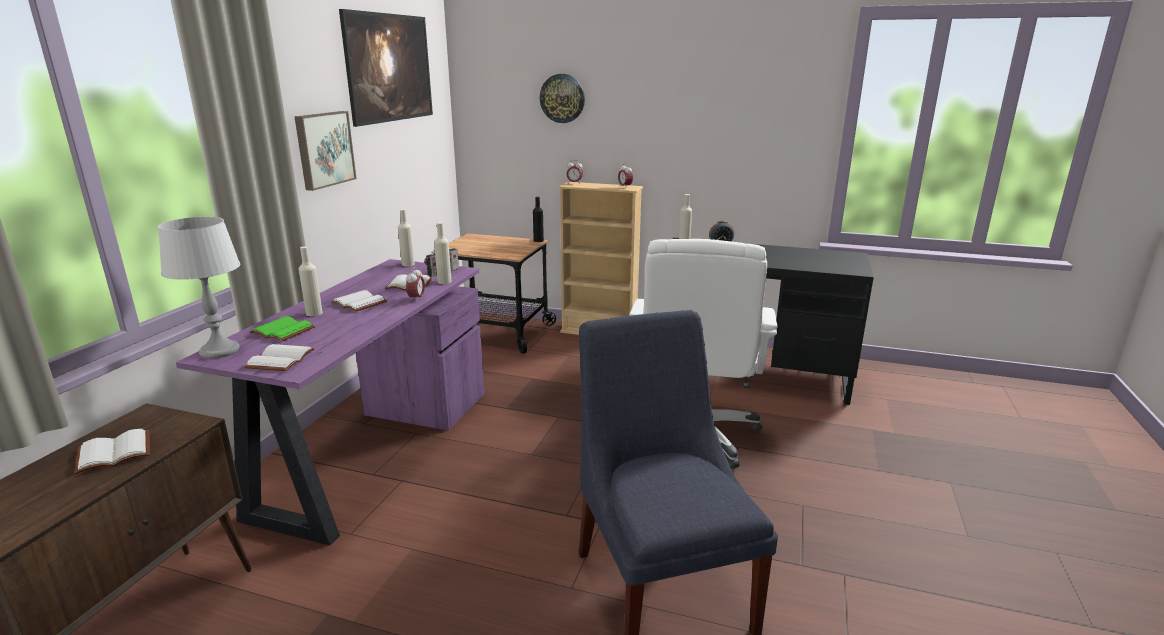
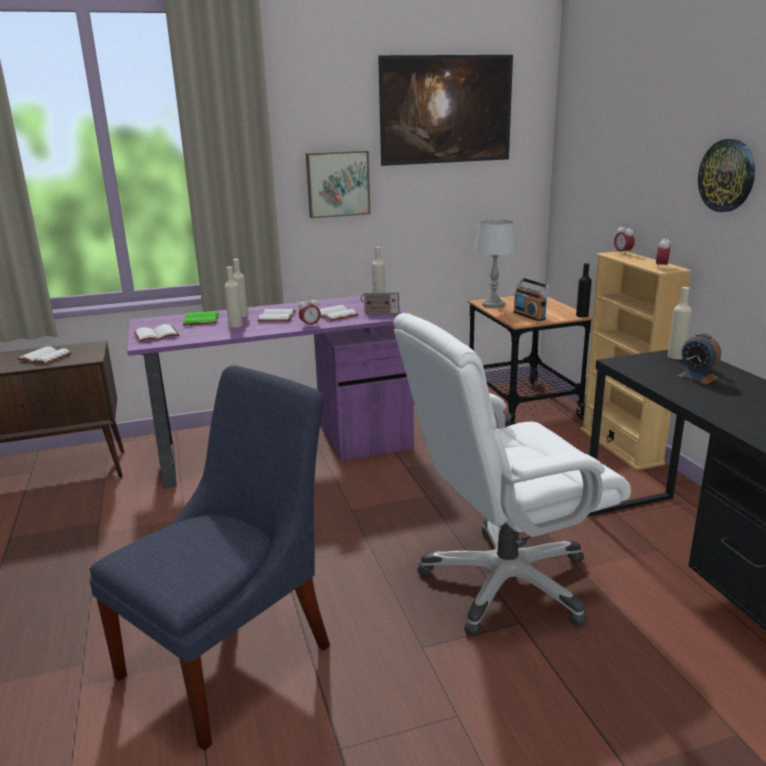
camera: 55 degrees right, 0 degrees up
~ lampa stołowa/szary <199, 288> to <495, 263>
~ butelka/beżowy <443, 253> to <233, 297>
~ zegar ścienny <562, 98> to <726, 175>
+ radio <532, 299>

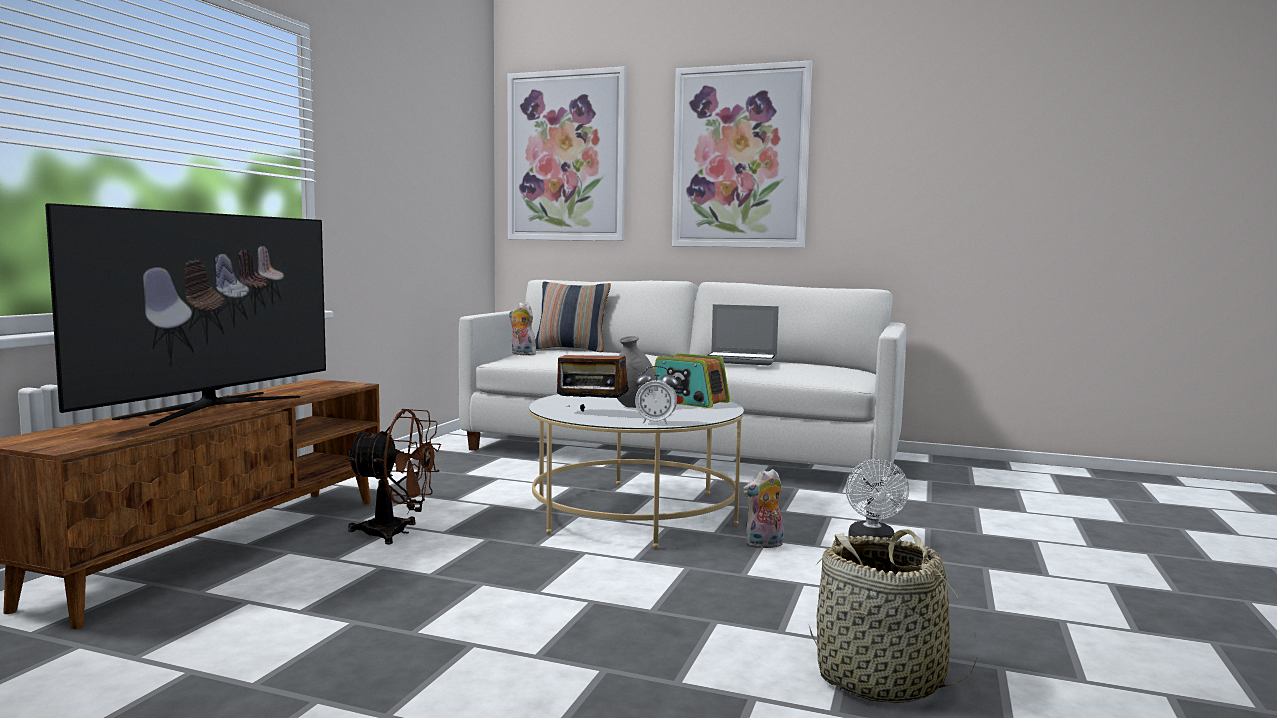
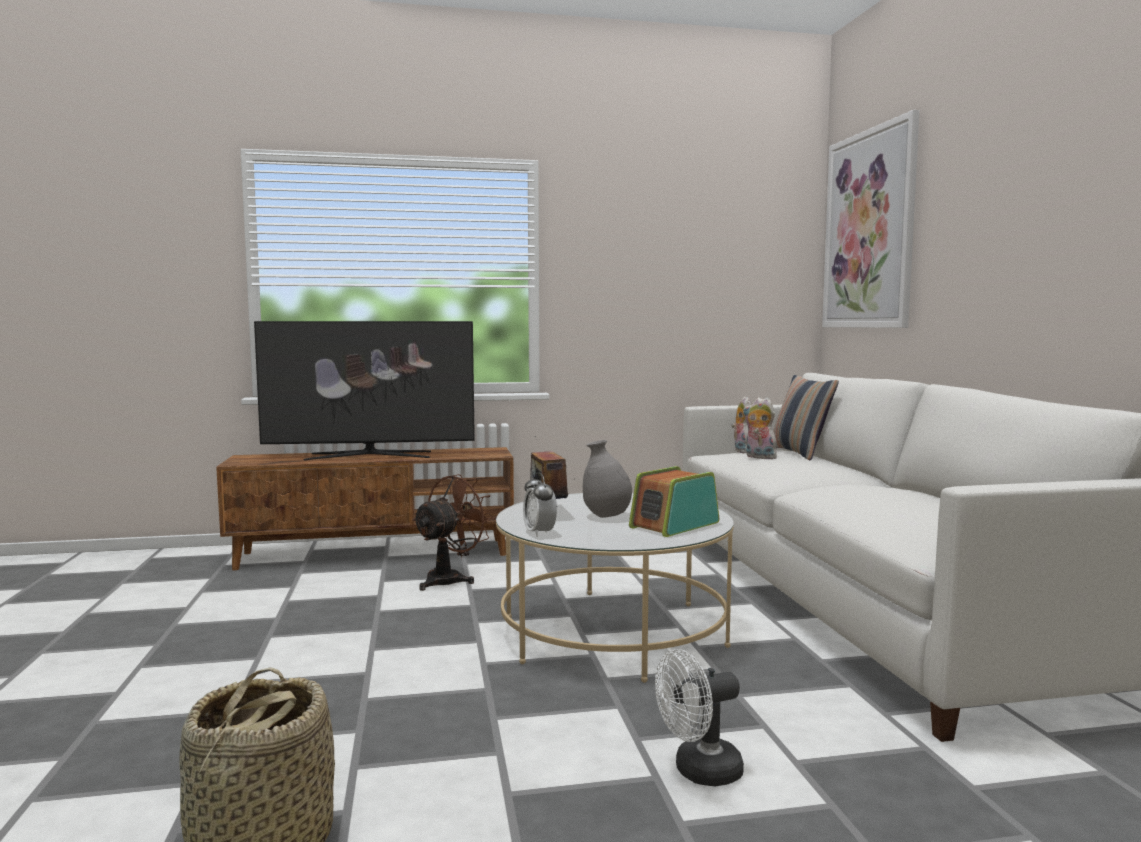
camera: 60 degrees right, 0 degrees up
~ wentylator/brązowy <393, 477> = <453, 532> 120 degrees counterclockwise
~ radio <692, 380> = <674, 501> 45 degrees clockwise
- obraz <742, 154>
- laptop <742, 334>
~ pluszak <763, 509> to <760, 428>

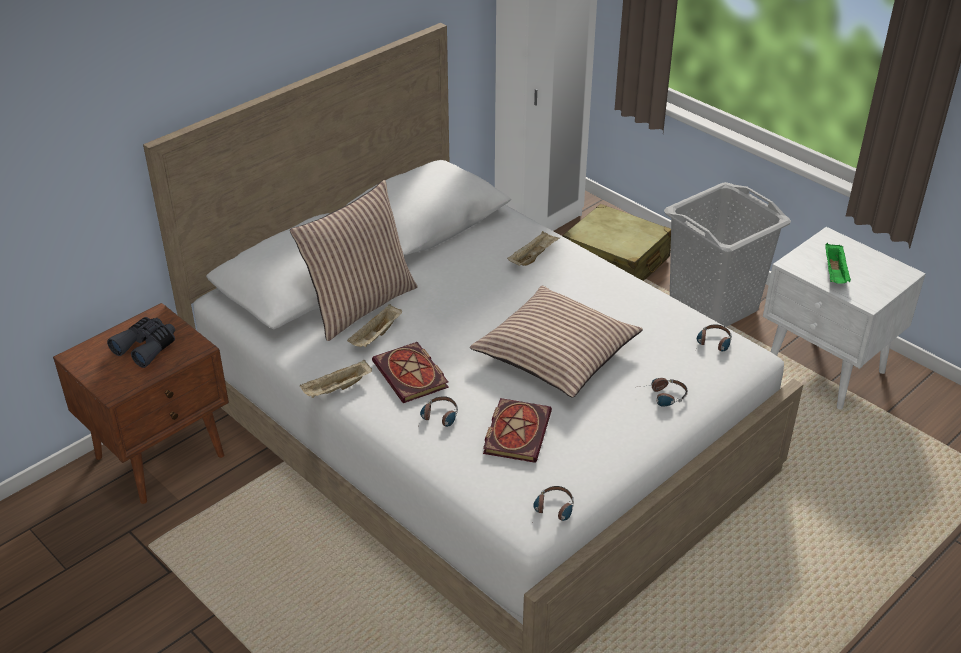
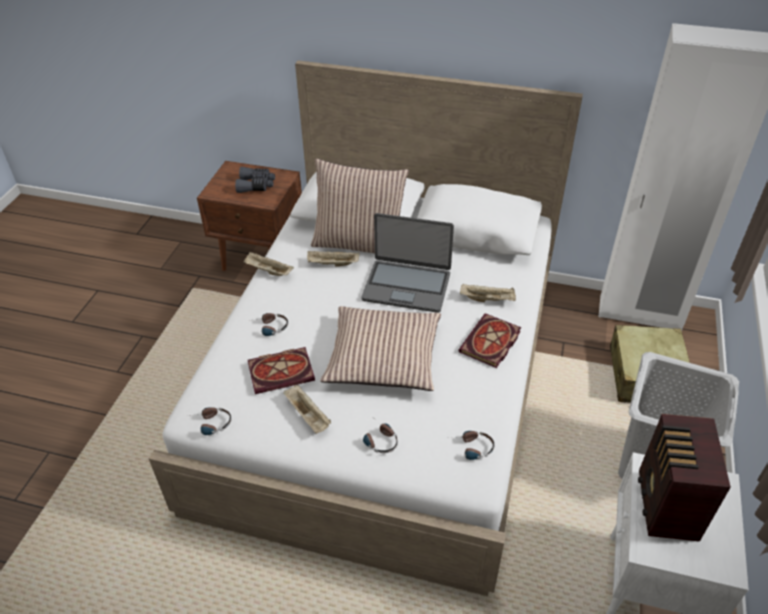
camera: 60 degrees right, 5 degrees up
~ książka <410, 372> to <490, 340>
~ taca/zielony <838, 263> to radio <684, 478>
+ taca/beżowy <307, 409>
+ laptop <407, 263>

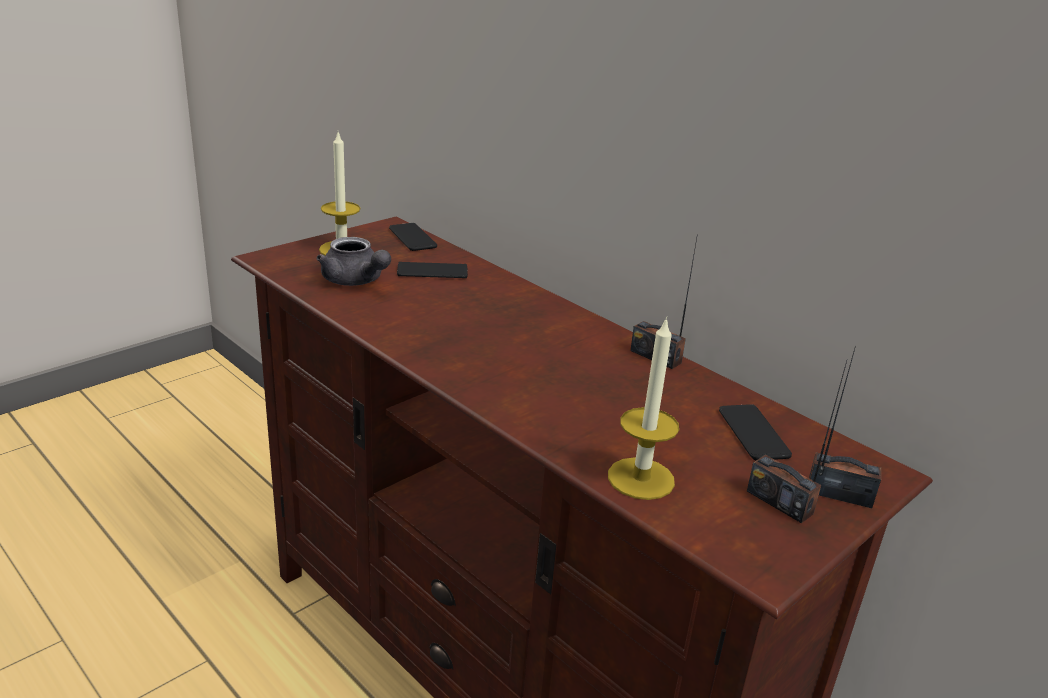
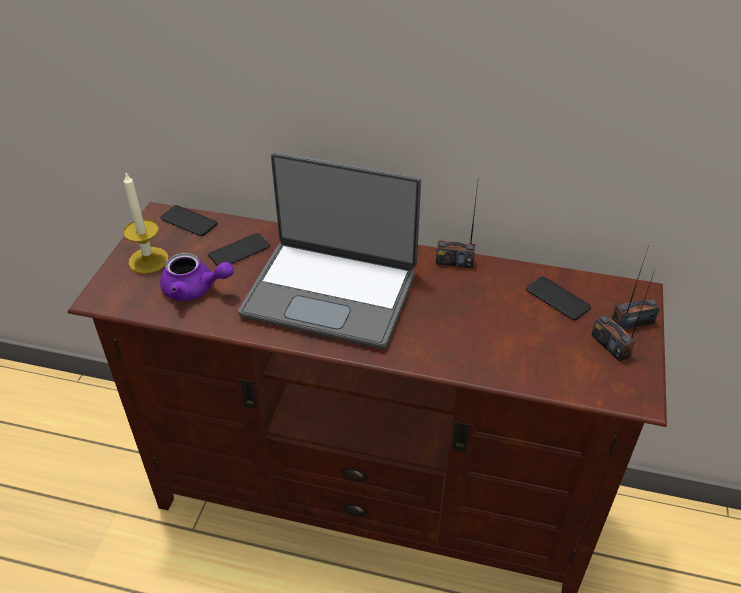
camera: 30 degrees left, 15 degrees up
~ imbryk/szary <353, 261> to imbryk/fioletowy <197, 277>
- świeca <643, 408>
~ radio <797, 442> = <623, 315> 45 degrees clockwise
+ laptop <329, 250>

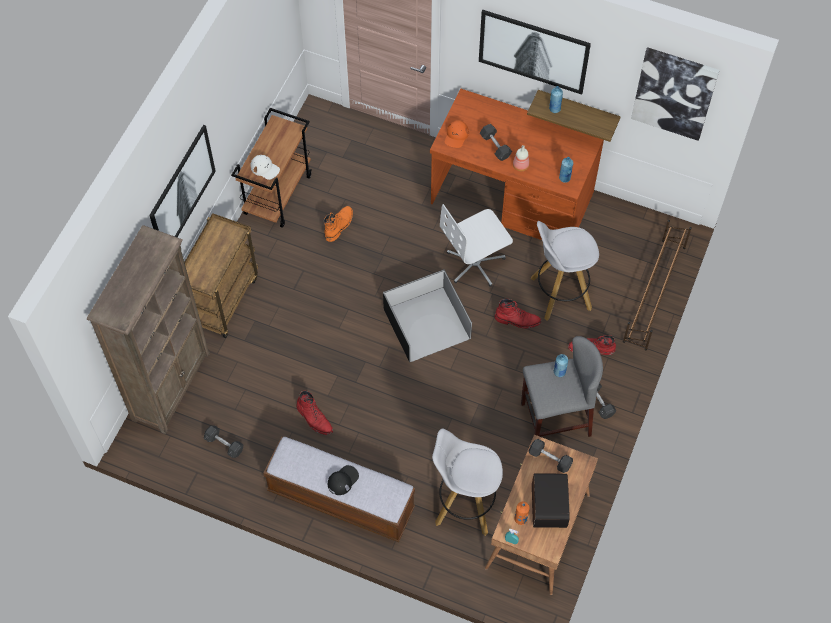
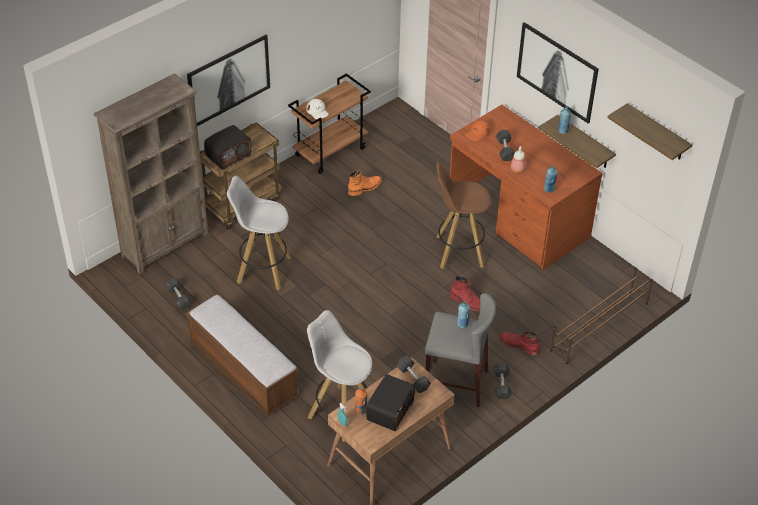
camera: 25 degrees right, 15 degrees down
- but z cholewką/czerwony <314, 413>
- czapka z daszkiem/czarny <343, 480>
- pojemnik do przechowywania/czarny <427, 315>
~ krzesło biurowe/biały <476, 245> to stołek/brązowy <463, 215>
~ stołek/biały <565, 271> to <259, 233>
~ obraz <675, 94> to półka <649, 131>
+ radio <228, 147>

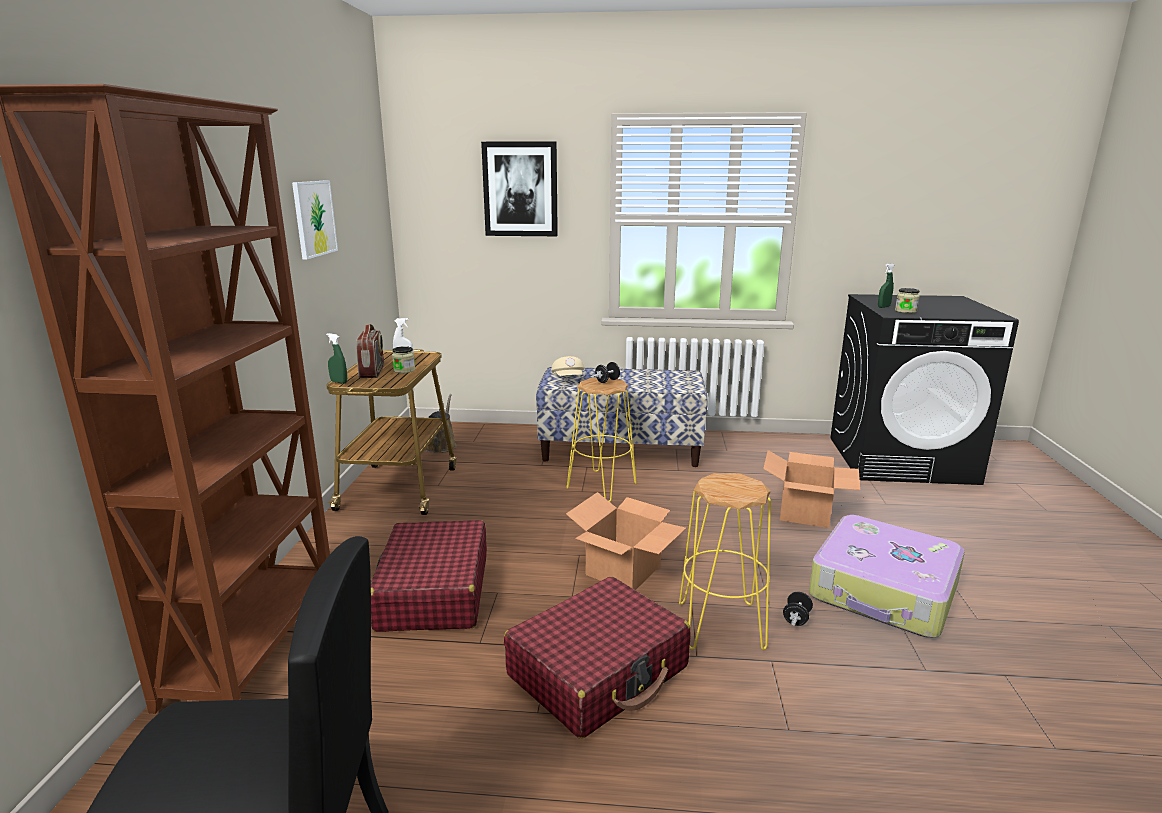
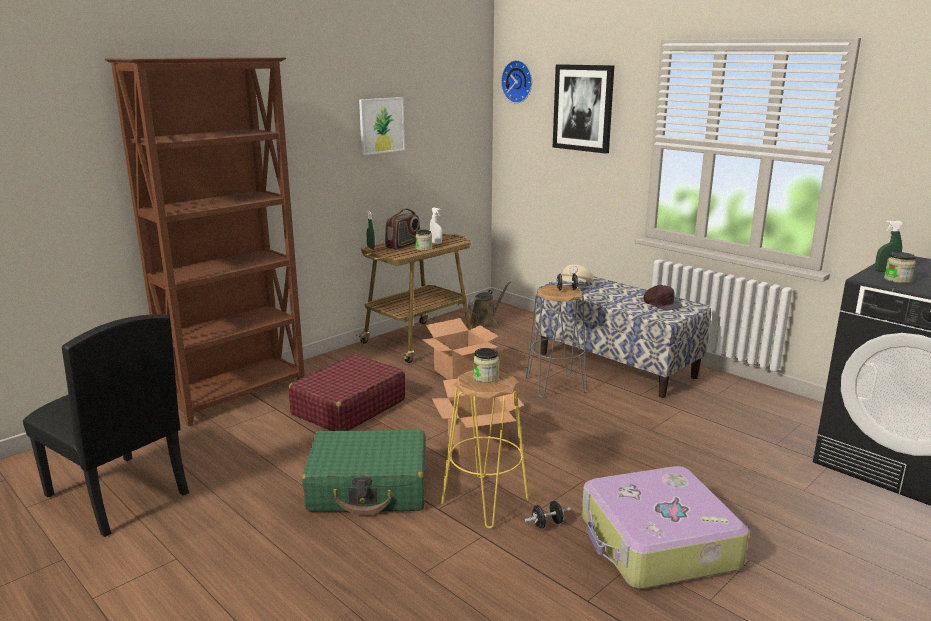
camera: 40 degrees right, 0 degrees up
~ walizka/czerwony <597, 658> to walizka/zielony <363, 473>
~ stołek/żółty <602, 440> to stołek/szary <556, 341>
~ karton <811, 489> to <460, 349>
+ słoik <486, 365>
+ zegar ścienny <516, 81>
+ czapka z daszkiem/brązowy <662, 297>

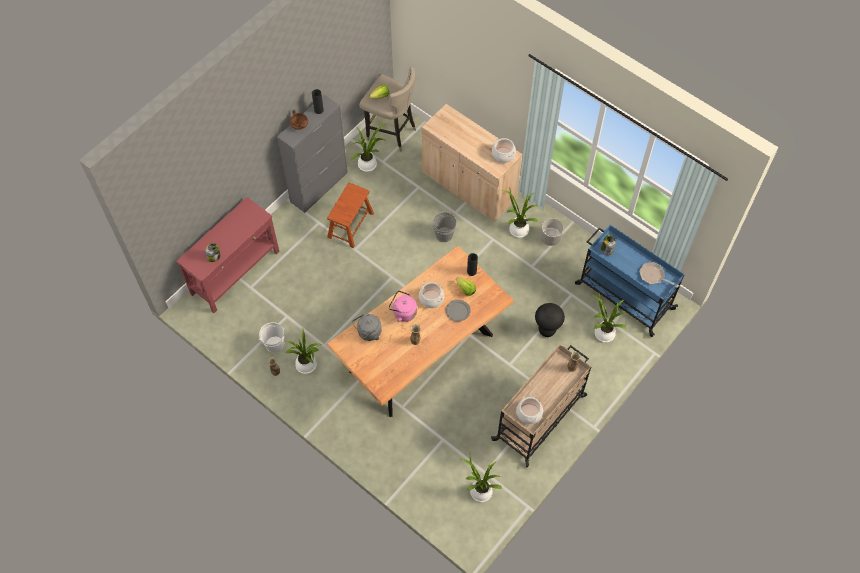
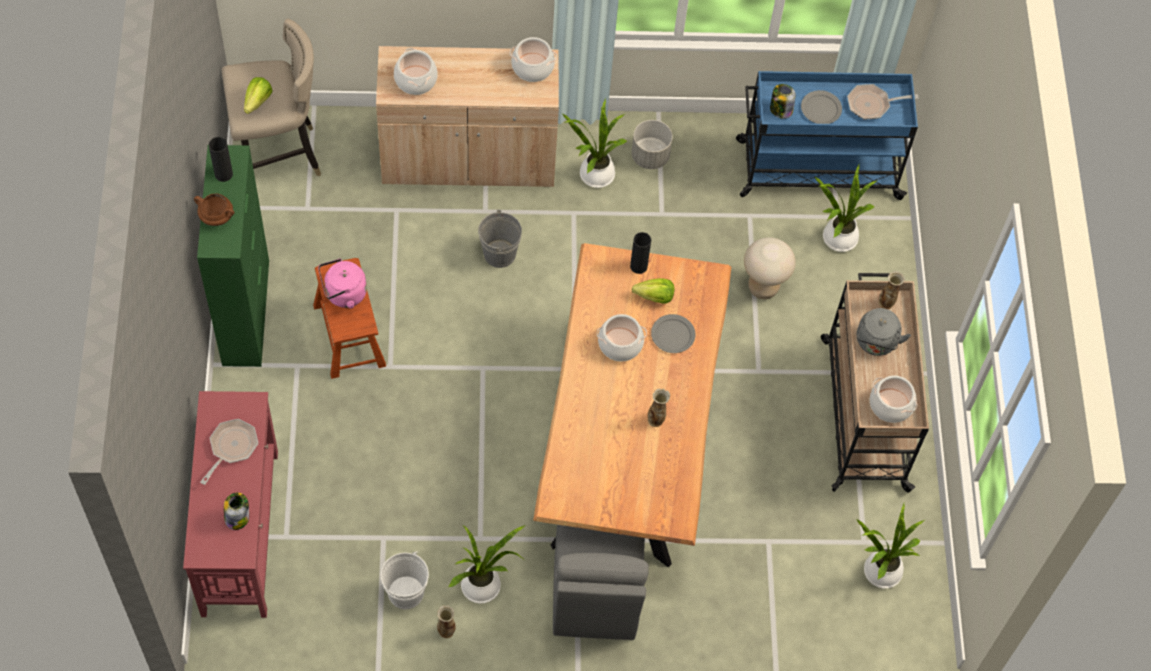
camera: 45 degrees left, 0 degrees up
~ szafka/szary <312, 154> to szafka/zielony <233, 256>
- roślina doniczkowa <368, 147>
~ czajnik/szary <367, 327> to <884, 332>
~ czajnik/różowy <403, 306> to <342, 284>
~ stołek/czarny <550, 320> to stołek/beżowy <770, 268>
+ patelnia <229, 452>
+ garnek <416, 71>
+ krzesło/szary <601, 582>
+ talerz/szary <821, 107>

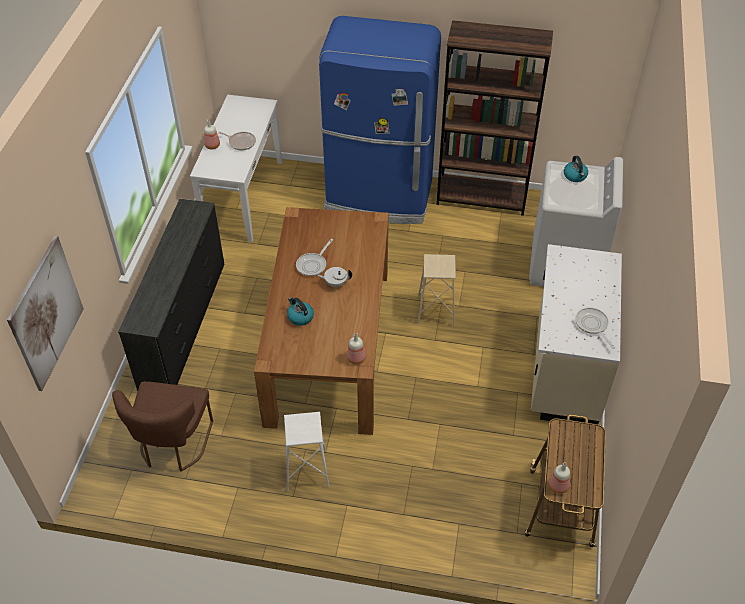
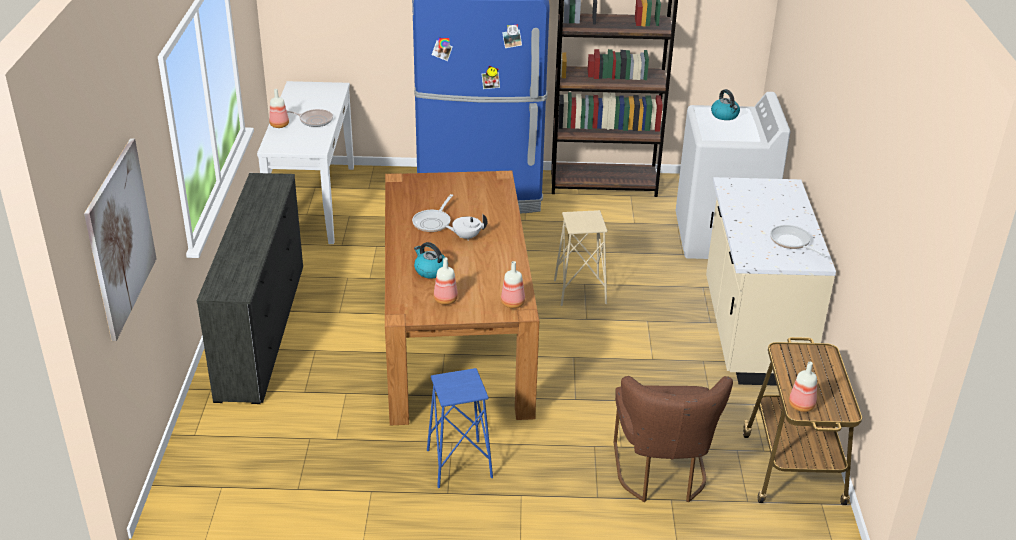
camera: 10 degrees left, 15 degrees down
~ krzesło/brązowy <162, 426> to <673, 439>
~ stołek/biały <306, 451> to stołek/niebieski <460, 428>
+ butelka <446, 281>

